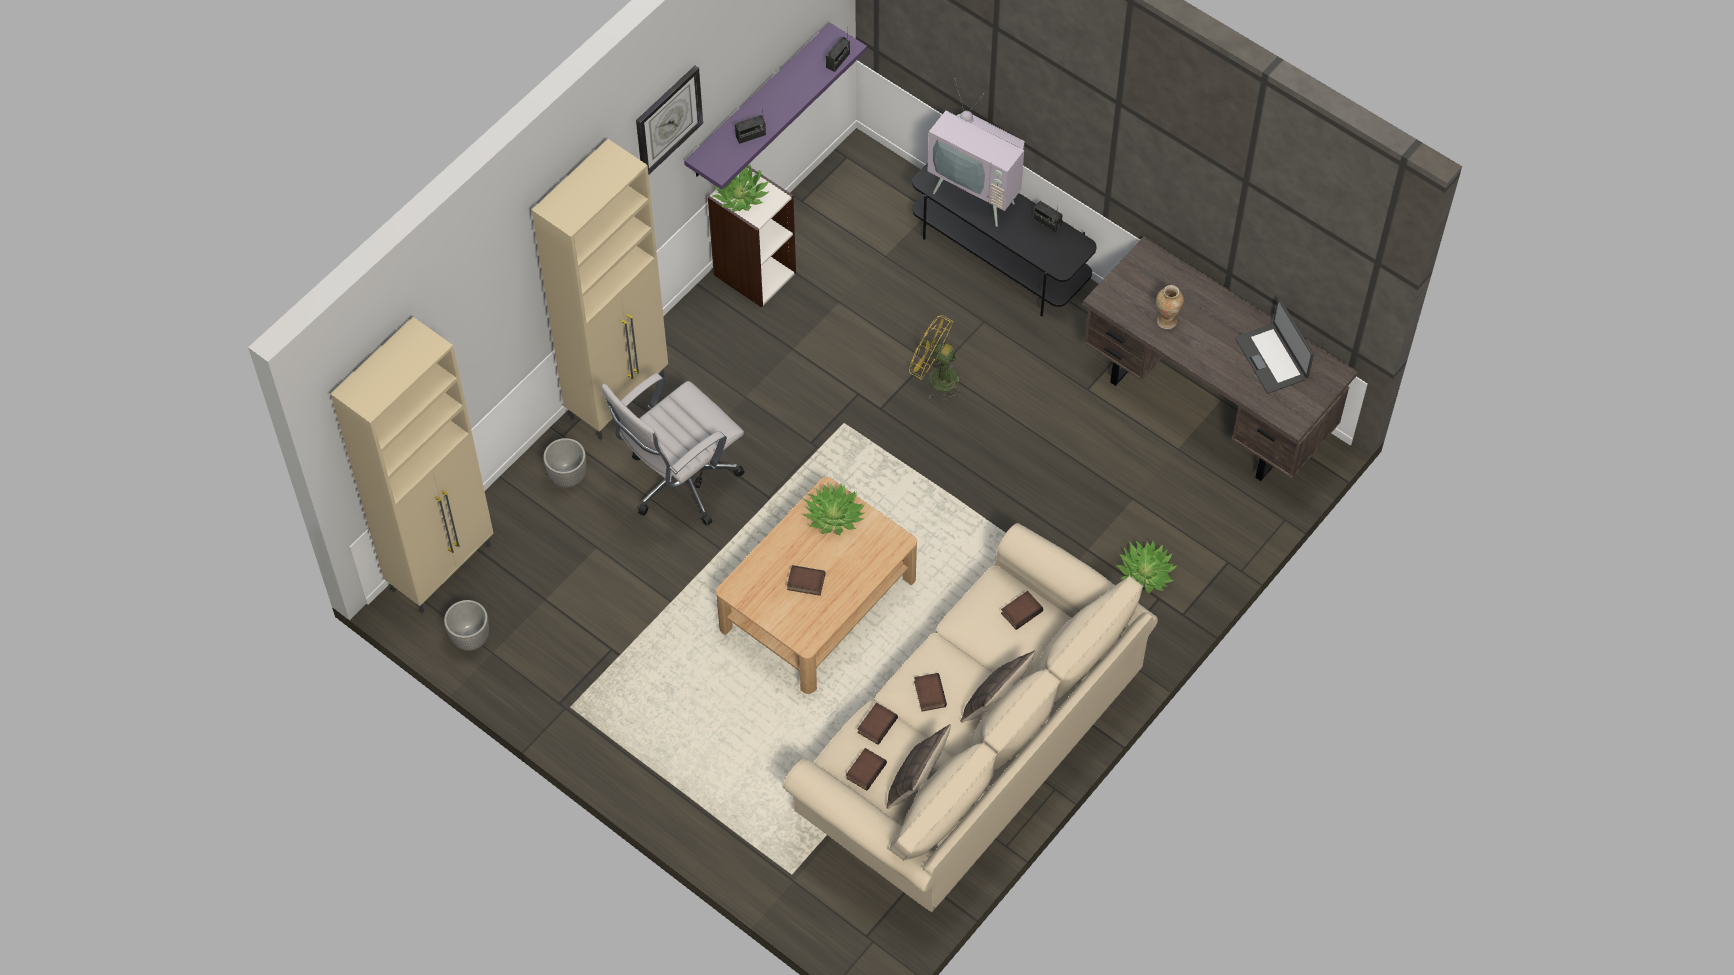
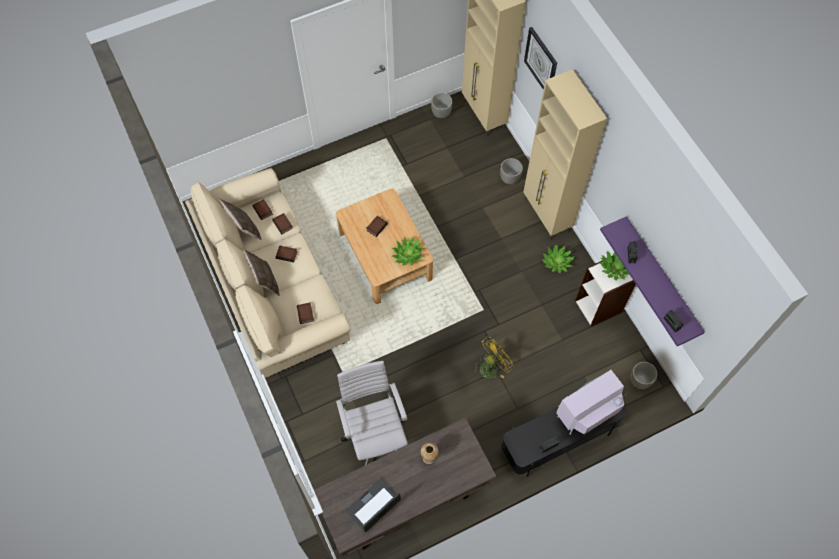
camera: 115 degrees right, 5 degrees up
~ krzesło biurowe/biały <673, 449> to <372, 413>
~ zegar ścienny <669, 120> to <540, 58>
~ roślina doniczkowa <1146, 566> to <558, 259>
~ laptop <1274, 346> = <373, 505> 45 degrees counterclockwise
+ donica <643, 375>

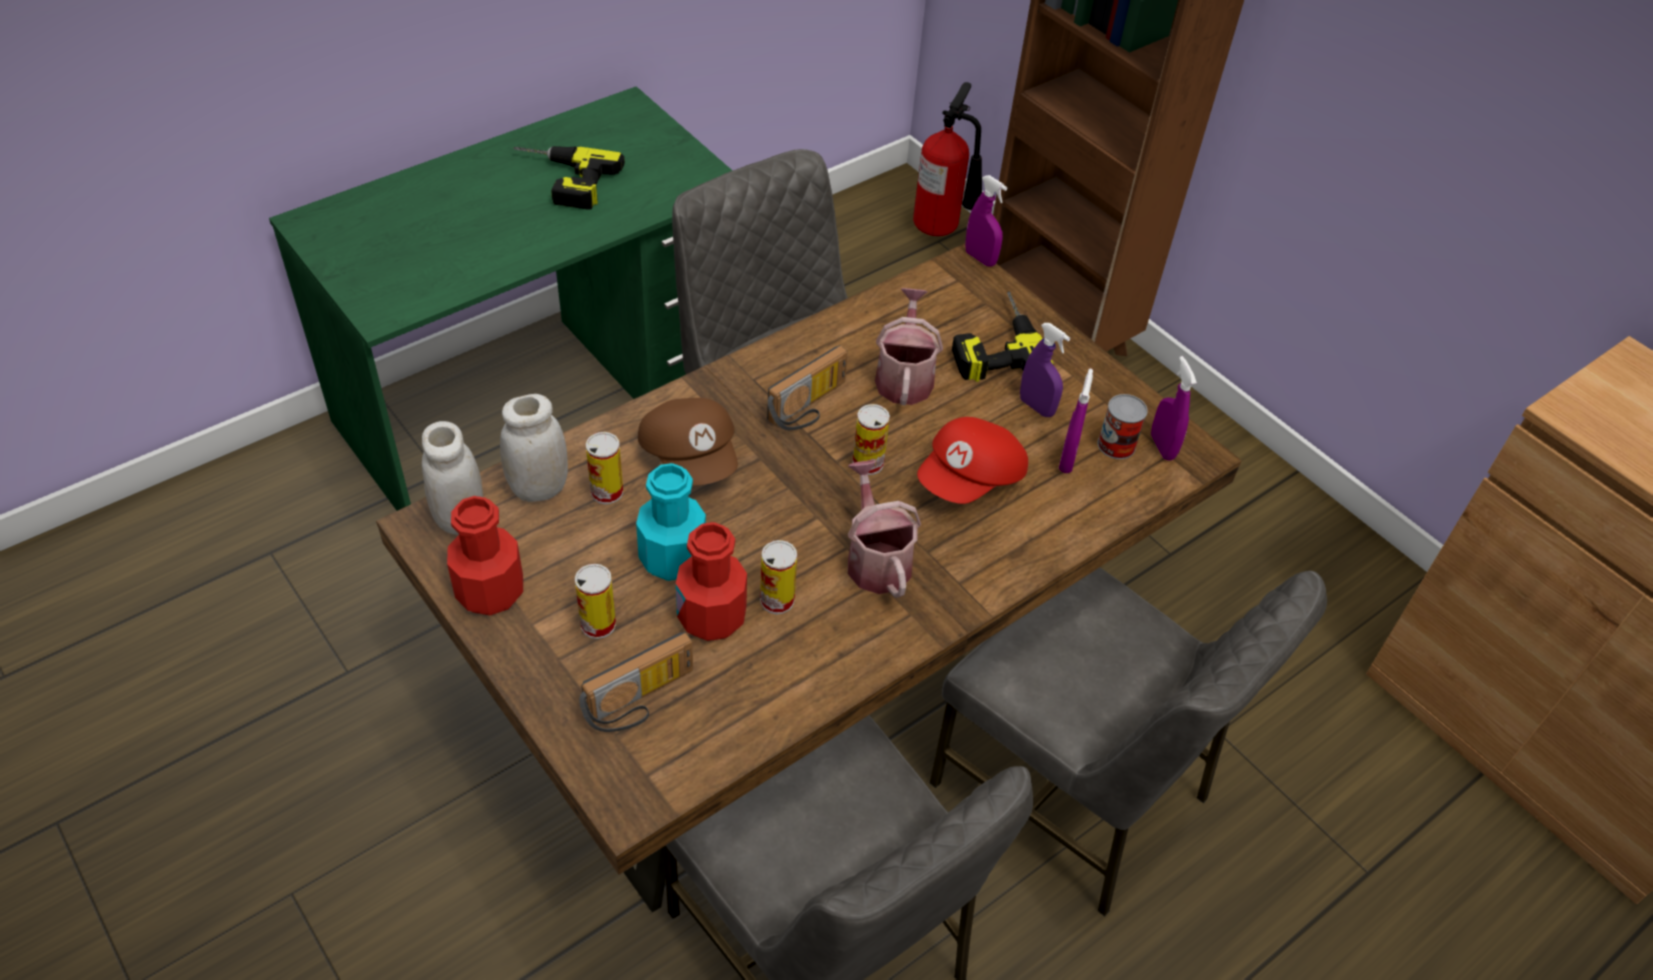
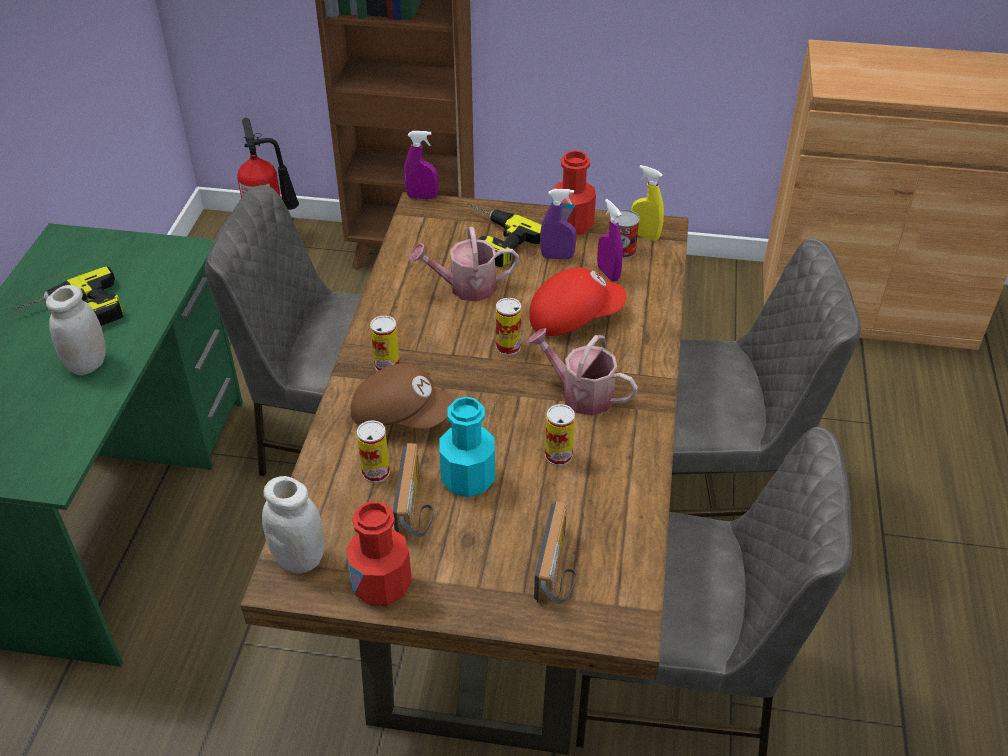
camera: 40 degrees left, 5 degrees down
~ słoik/biały <534, 448> to <76, 330>
~ puszka <595, 601> to <385, 343>
~ butelka/czerwony <711, 581> to <574, 192>
~ radio <807, 387> to <413, 491>
~ konewka <909, 346> = <463, 264> 60 degrees counterclockwise
~ czapka z daszkiem/czerwony <972, 460> = <578, 301> 105 degrees counterclockwise
~ spryskiwacz/fioletowy <1174, 408> to spryskiwacz/żółty <647, 203>

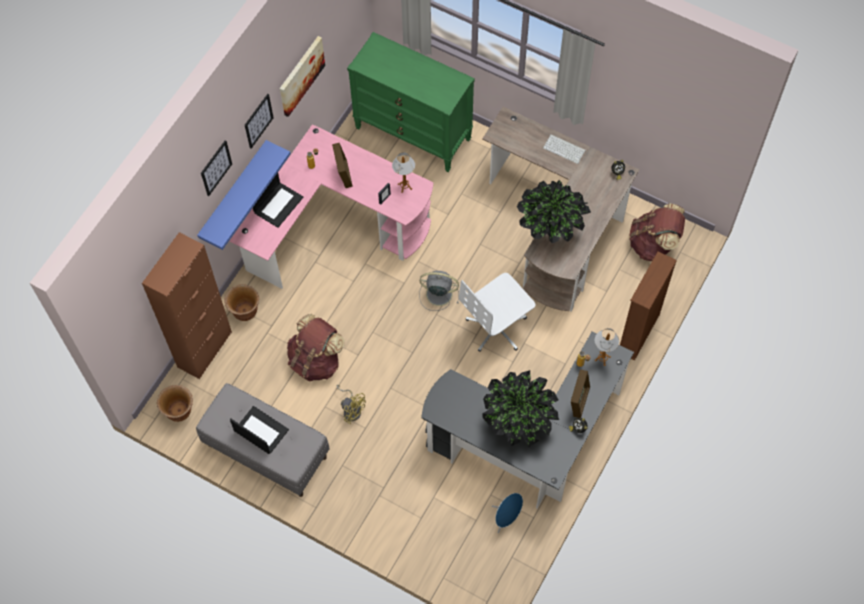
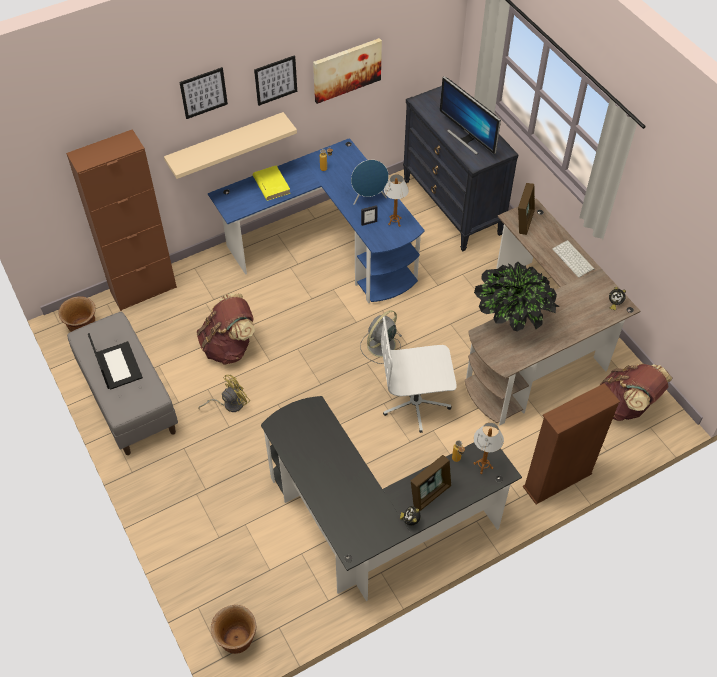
camera: 30 degrees right, 10 degrees down
~ półka/niebieski <244, 195> to półka/beżowy <230, 145>
~ donica/brązowy <242, 302> to <233, 629>
~ biurko/różowy <331, 206> to biurko/niebieski <316, 220>
~ laptop <278, 200> to książka/żółty <272, 183>
~ ramka na zdjęcie <342, 165> to <526, 209>
~ wentylator/żółty <351, 404> = <224, 393> 105 degrees counterclockwise
~ komoda/zielony <411, 102> to komoda/czarny <461, 168>
~ wentylator/szary <439, 291> = <381, 337> 90 degrees counterclockwise
- roślina doniczkowa <520, 409>
~ głośnik/niebieski <507, 513> to <370, 182>
+ monitor <470, 115>

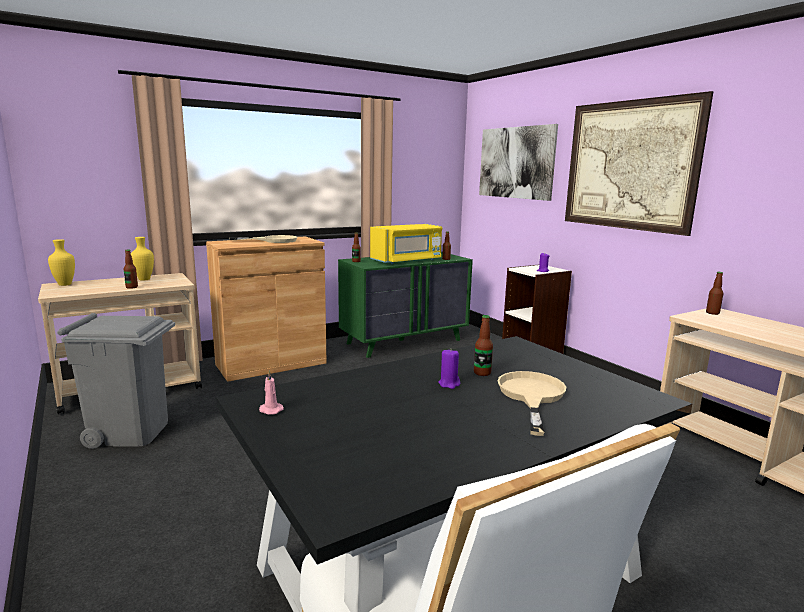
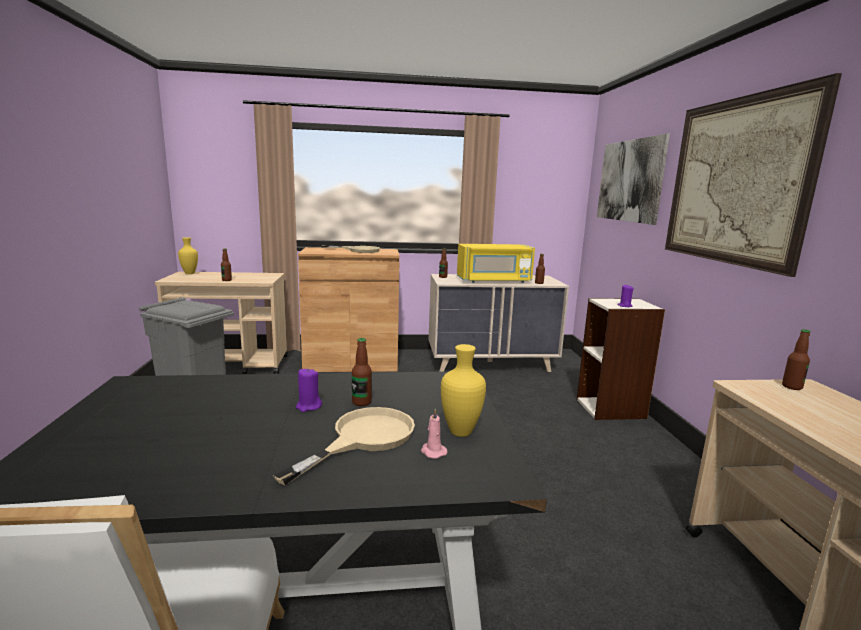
camera: 25 degrees right, 0 degrees up
~ wazon/żółty <142, 259> to <463, 390>
~ świeca/różowy <271, 392> to <434, 433>
~ komoda/zielony <405, 305> to komoda/beżowy <498, 323>

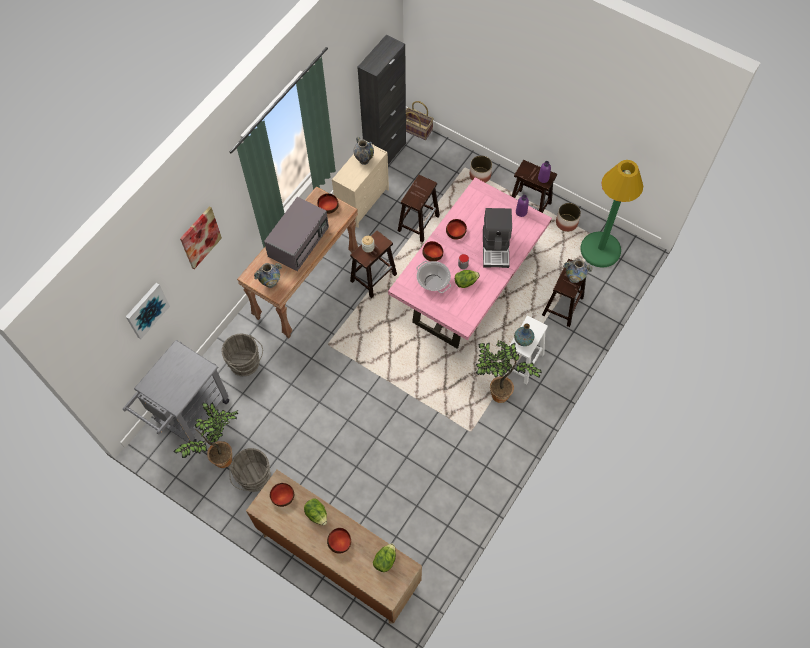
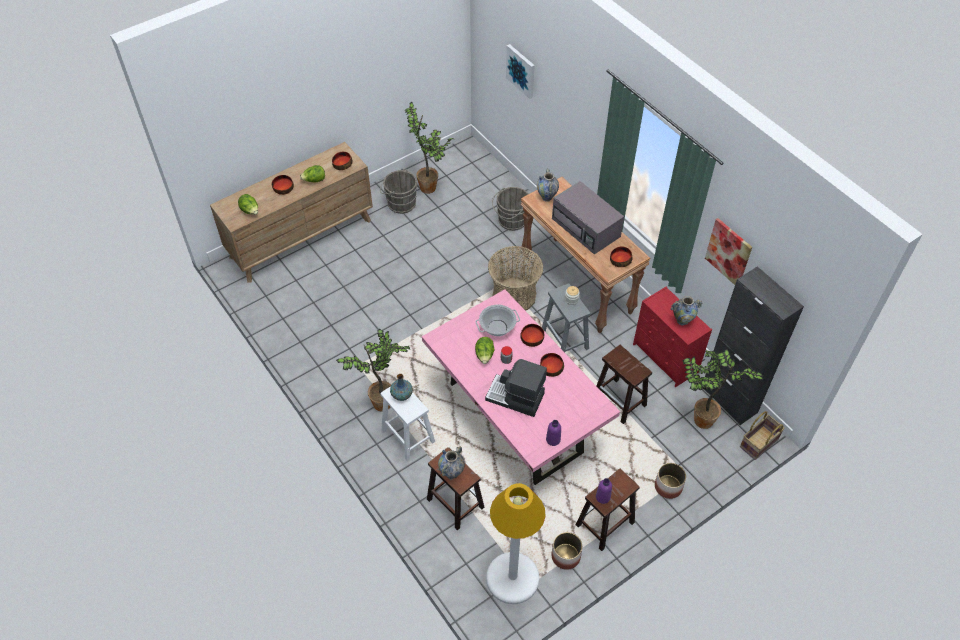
camera: 110 degrees right, 10 degrees down
- wózek/szary <176, 391>
~ obraz <201, 238> to <728, 251>
~ komoda/beżowy <360, 186> to komoda/czerwony <672, 337>
~ stołek/brązowy <373, 264> to stołek/szary <566, 317>
~ lampa stojąca/zielony <611, 214> to lampa stojąca/biały <515, 543>
+ koszyk <515, 278>
+ roślina doniczkowa <722, 389>

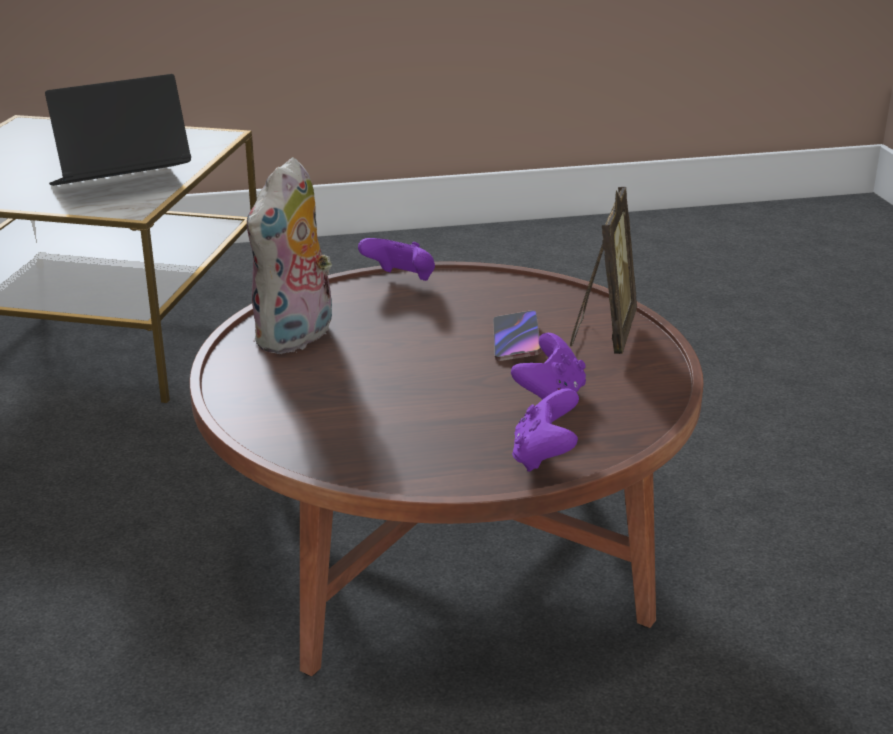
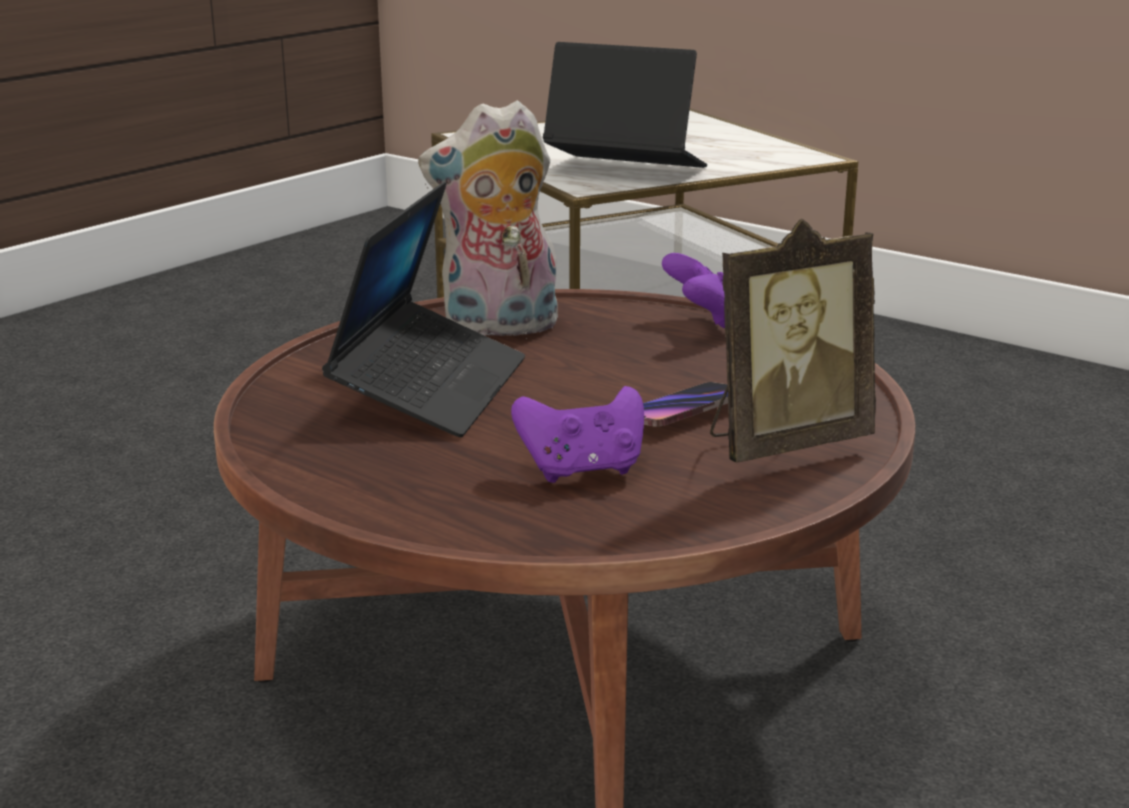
camera: 50 degrees right, 5 degrees down
- pad do gier/fioletowy <545, 430>
+ laptop <423, 309>

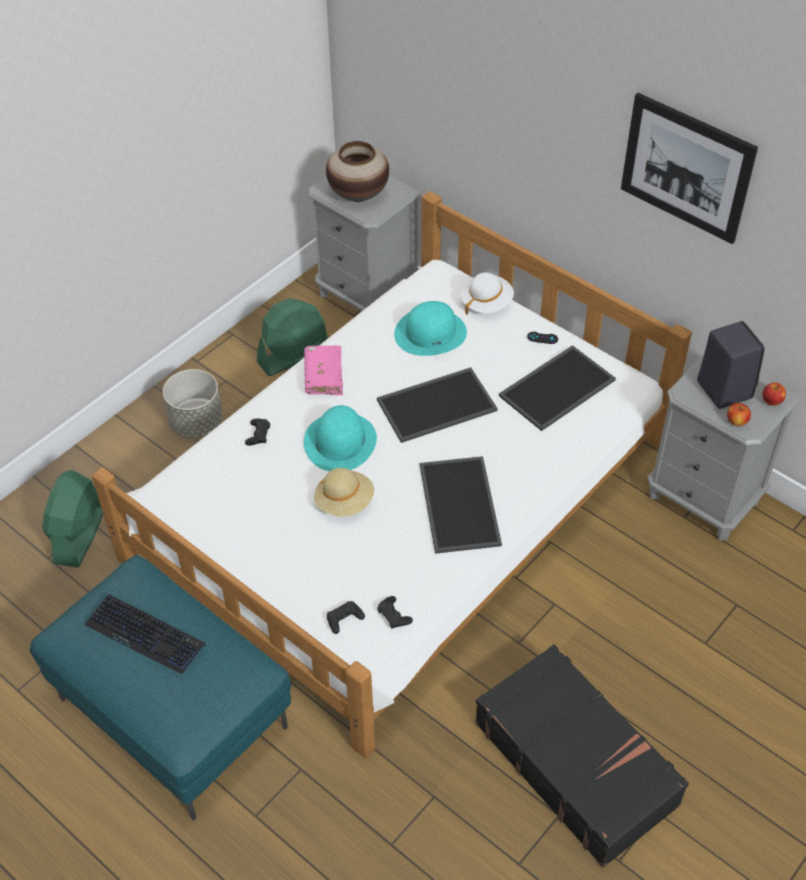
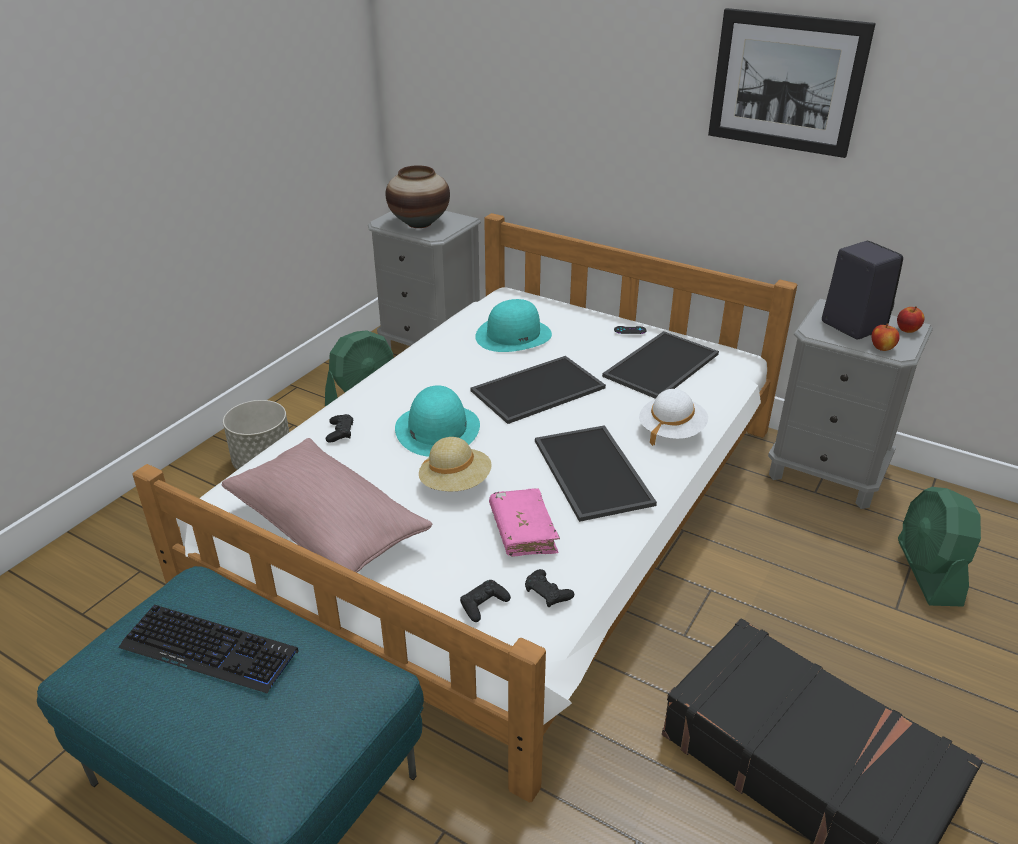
camera: 10 degrees left, 15 degrees down
~ wentylator/zielony <72, 519> to <939, 547>
~ książka/różowy <323, 370> to <524, 522>
~ kapelusz/biały <487, 293> to <673, 417>
+ poduszka/różowy <327, 505>

